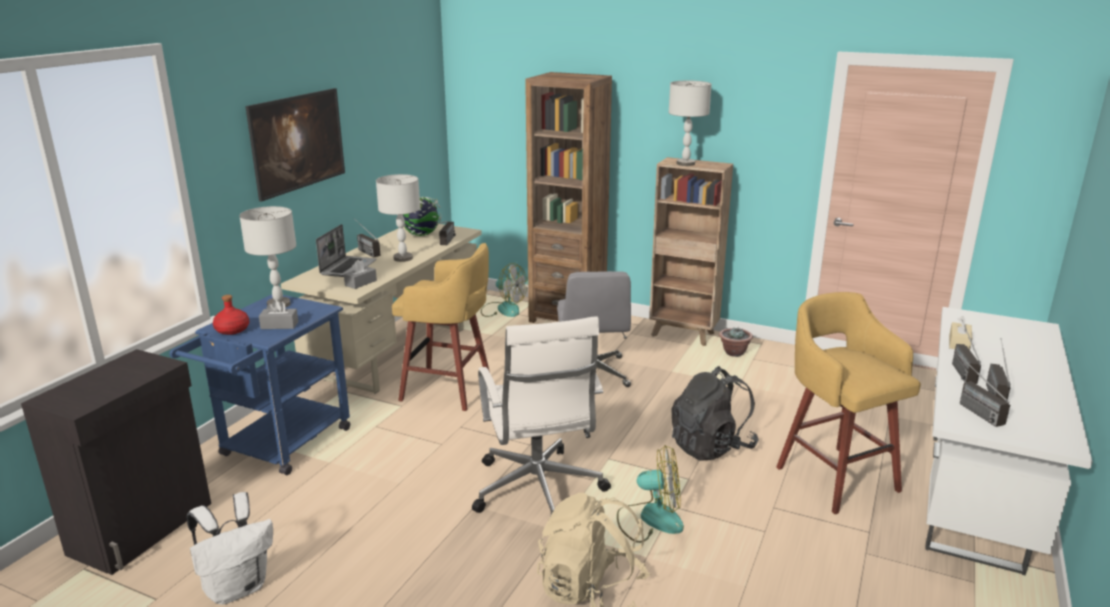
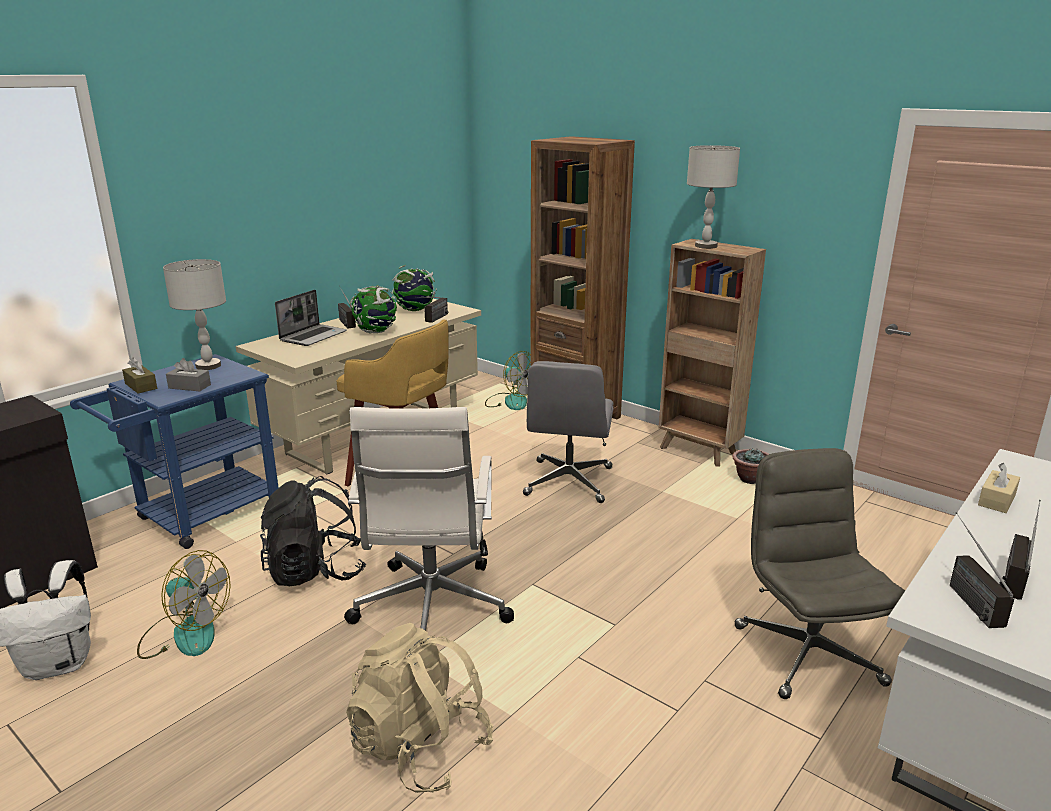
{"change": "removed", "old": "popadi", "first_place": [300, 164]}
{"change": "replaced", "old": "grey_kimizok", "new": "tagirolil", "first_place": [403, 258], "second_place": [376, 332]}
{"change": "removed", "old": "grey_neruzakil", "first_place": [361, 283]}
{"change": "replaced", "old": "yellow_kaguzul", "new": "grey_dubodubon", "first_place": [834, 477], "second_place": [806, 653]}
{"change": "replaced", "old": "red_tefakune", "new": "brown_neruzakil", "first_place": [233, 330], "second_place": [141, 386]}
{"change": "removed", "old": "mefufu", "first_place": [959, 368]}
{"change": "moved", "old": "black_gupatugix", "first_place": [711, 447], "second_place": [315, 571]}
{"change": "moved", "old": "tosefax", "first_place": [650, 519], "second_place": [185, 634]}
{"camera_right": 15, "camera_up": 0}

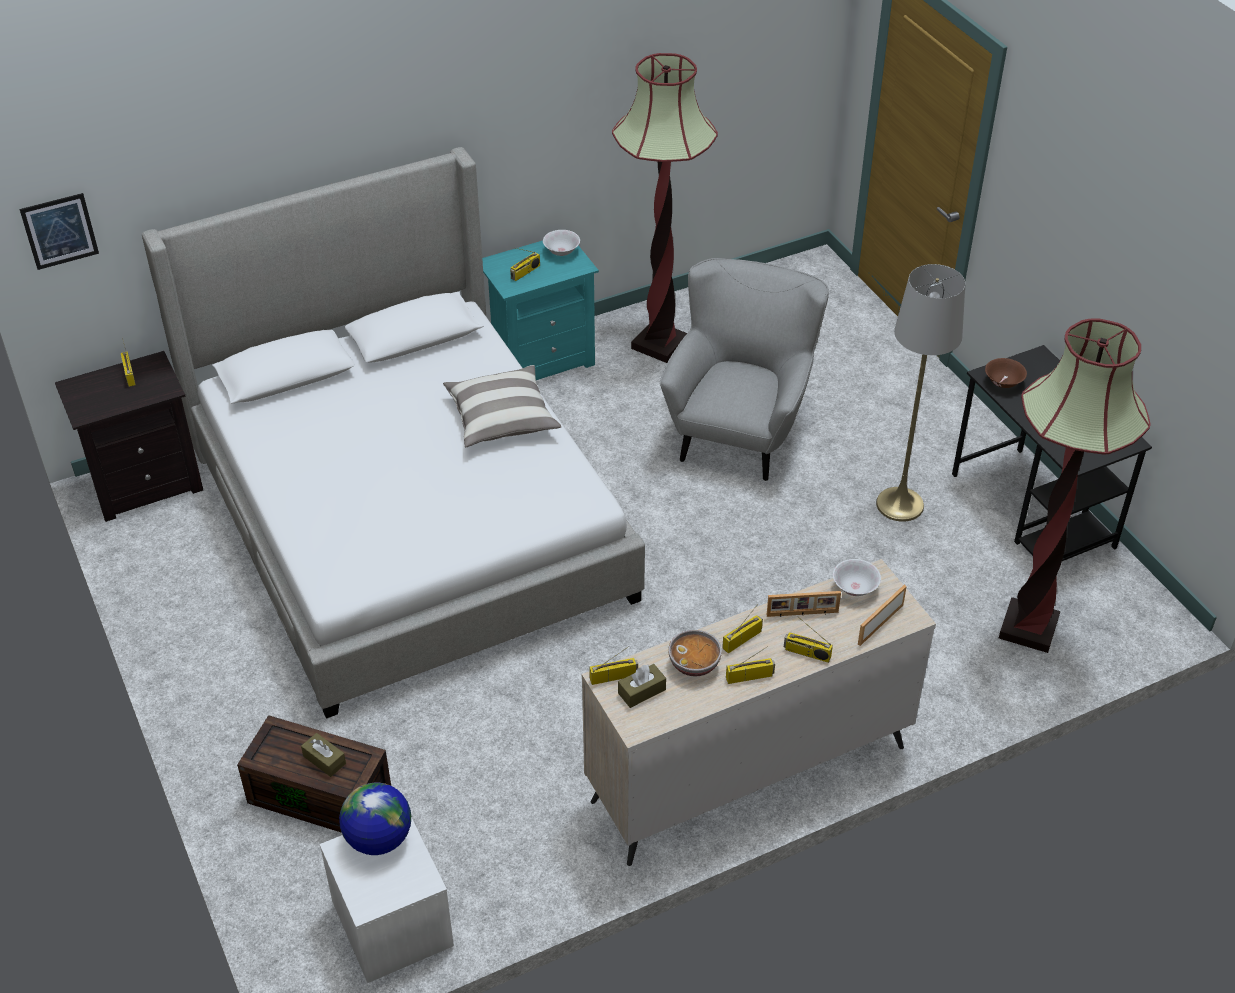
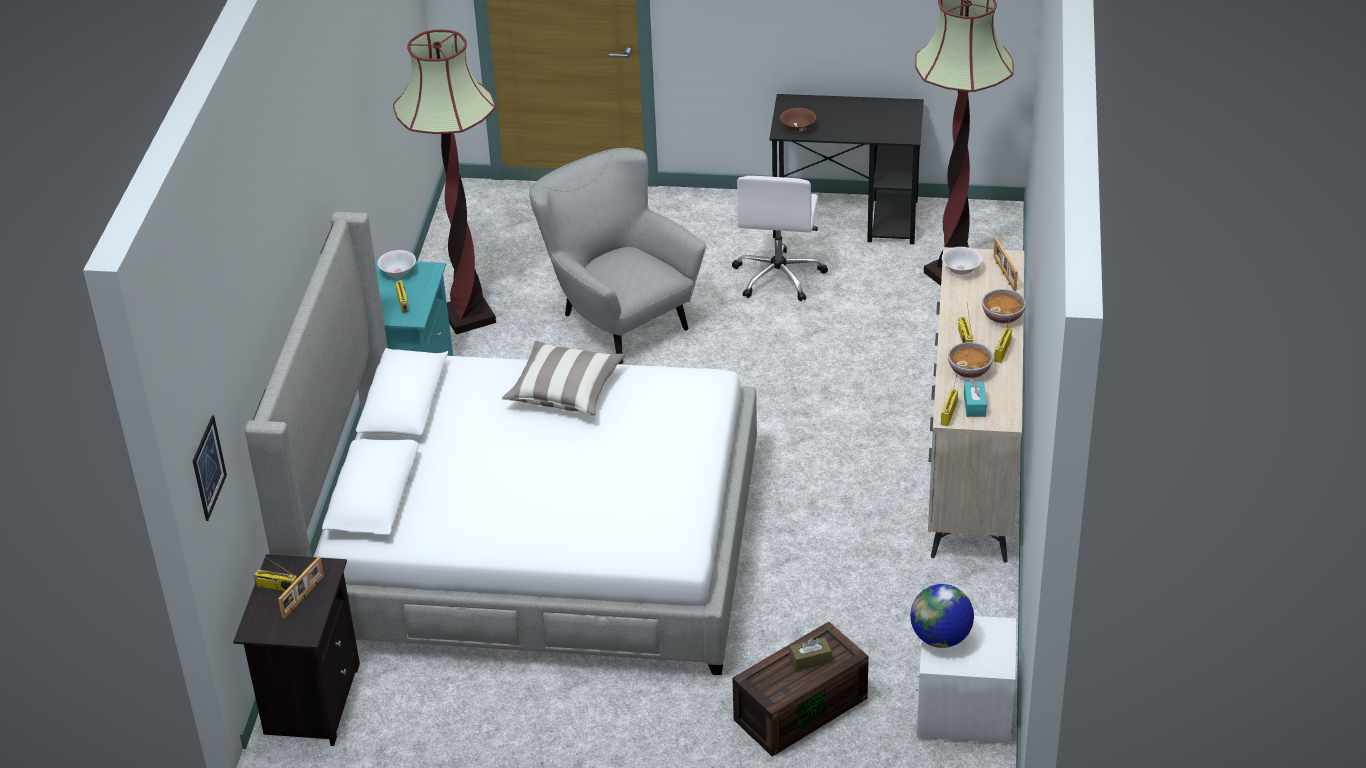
{"change": "replaced", "old": "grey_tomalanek", "new": "white_dubodubon", "first_place": [899, 504], "second_place": [779, 276]}
{"change": "moved", "old": "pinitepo", "first_place": [802, 614], "second_place": [304, 597]}
{"change": "replaced", "old": "mefufu", "new": "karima", "first_place": [806, 653], "second_place": [1003, 316]}
{"change": "recoloured", "old": "brown_neruzakil", "new": "turquoise_neruzakil", "first_place": [641, 691], "second_place": [974, 405]}
{"camera_right": -55, "camera_up": -5}

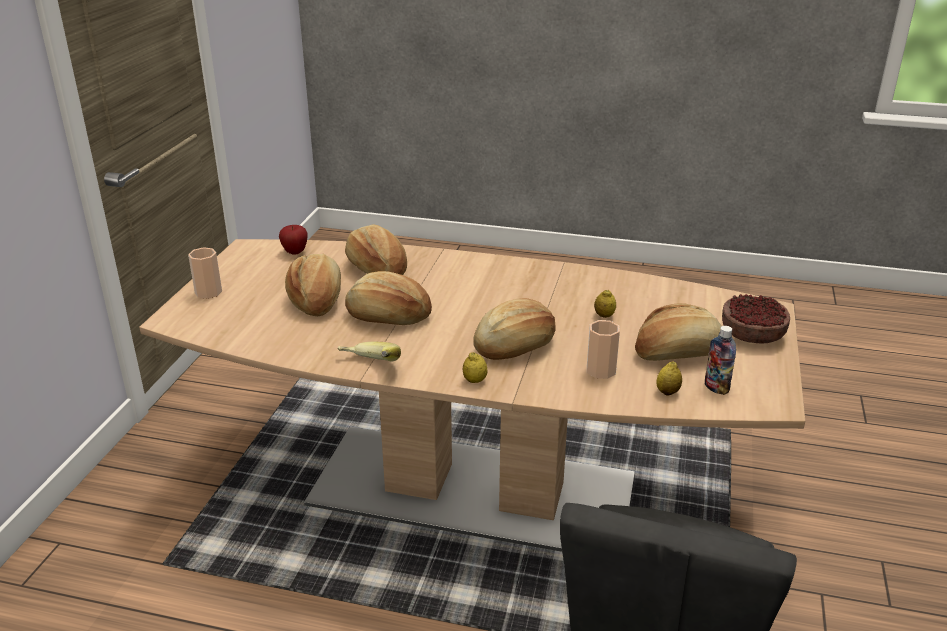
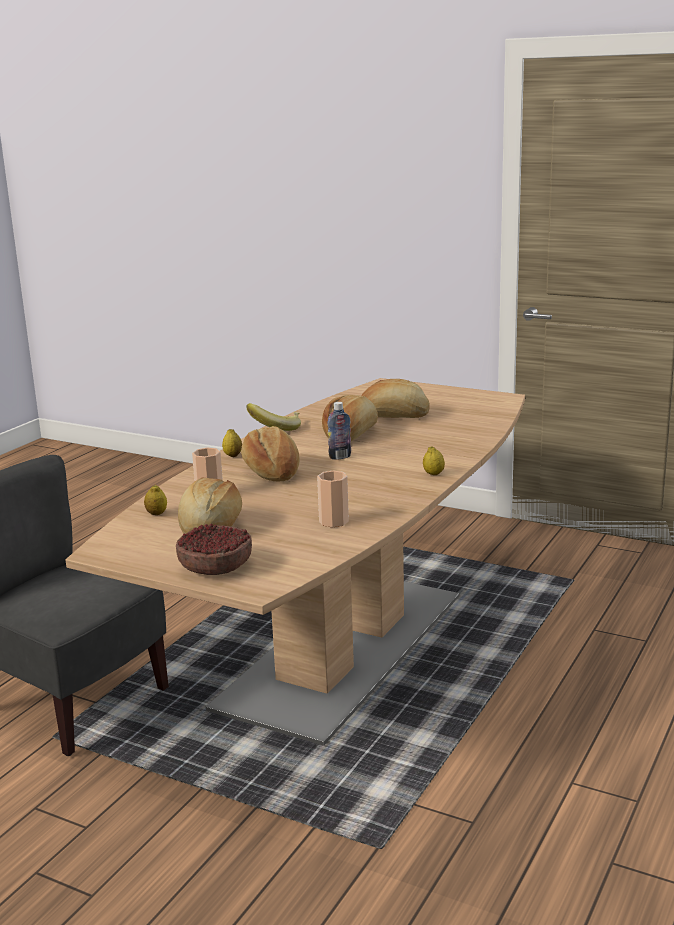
{"change": "removed", "old": "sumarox", "first_place": [376, 268]}
{"change": "removed", "old": "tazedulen", "first_place": [295, 252]}
{"change": "moved", "old": "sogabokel", "first_place": [208, 292], "second_place": [333, 521]}
{"change": "moved", "old": "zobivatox", "first_place": [604, 316], "second_place": [433, 474]}
{"change": "moved", "old": "tefakune", "first_place": [716, 388], "second_place": [340, 457]}
{"camera_right": 105, "camera_up": -10}

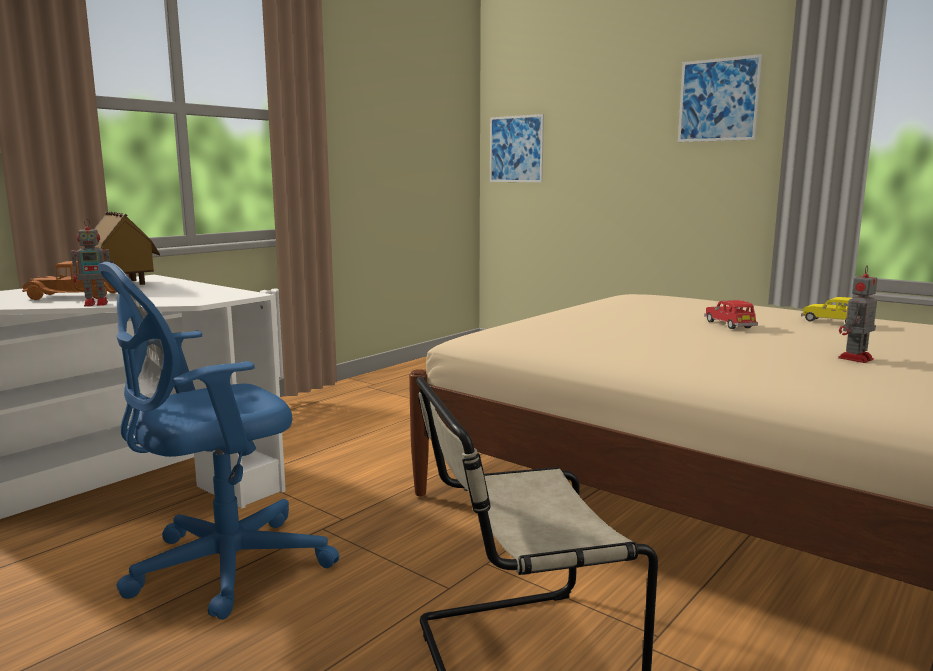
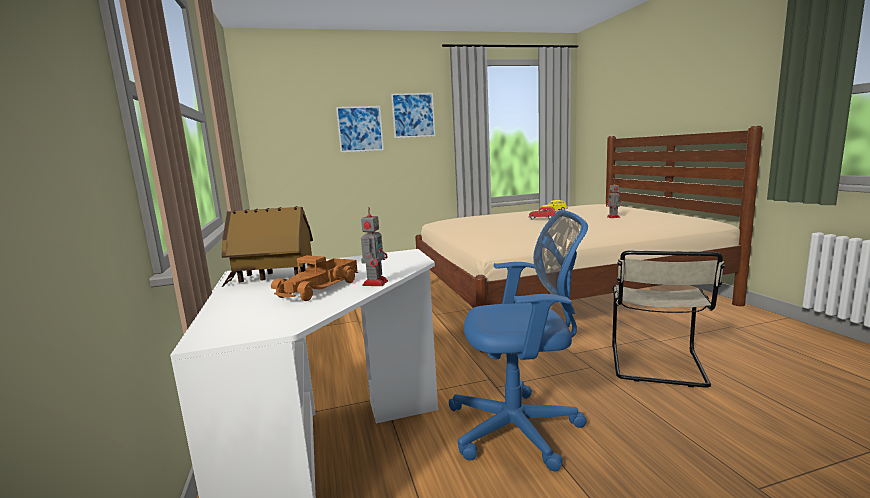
{"change": "moved", "old": "popadi", "first_place": [516, 149], "second_place": [360, 129]}
{"change": "turned", "old": "blue_dubodubon", "first_place": [220, 567], "second_place": [520, 428], "degrees": -90}
{"camera_right": -55, "camera_up": 0}

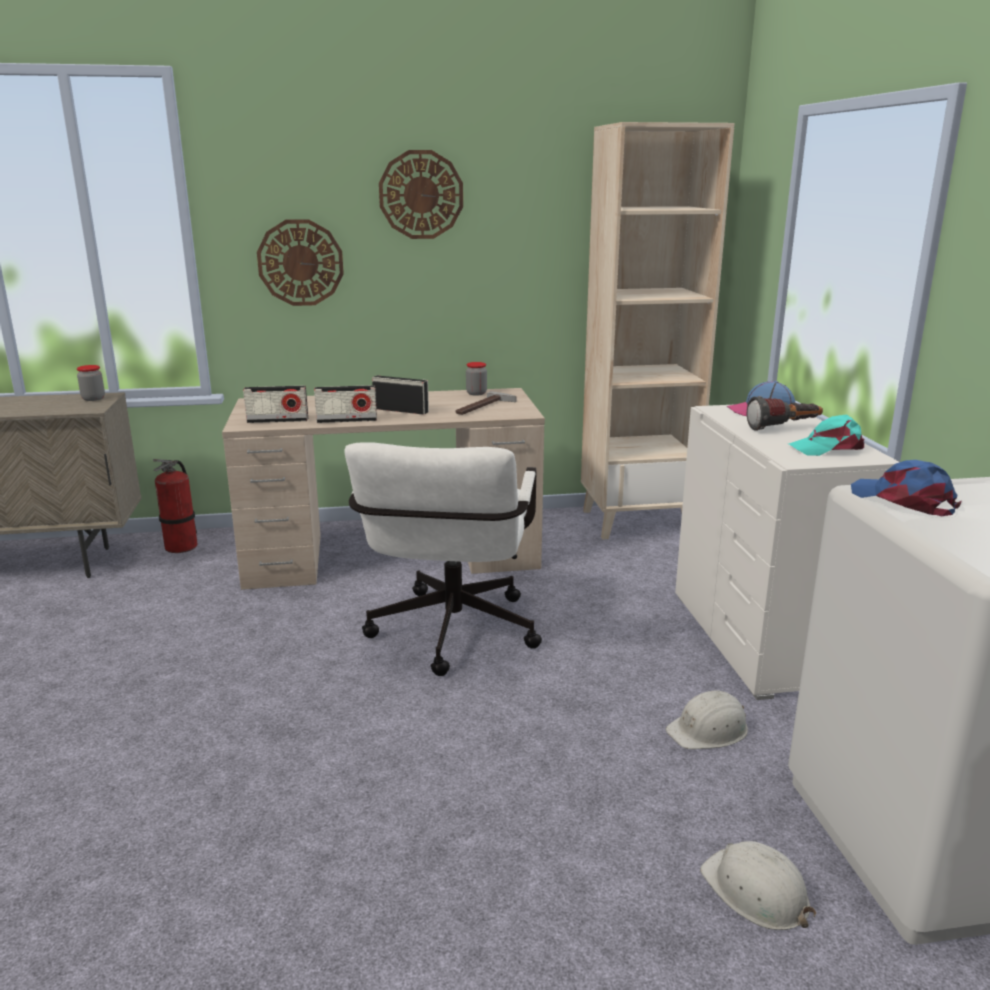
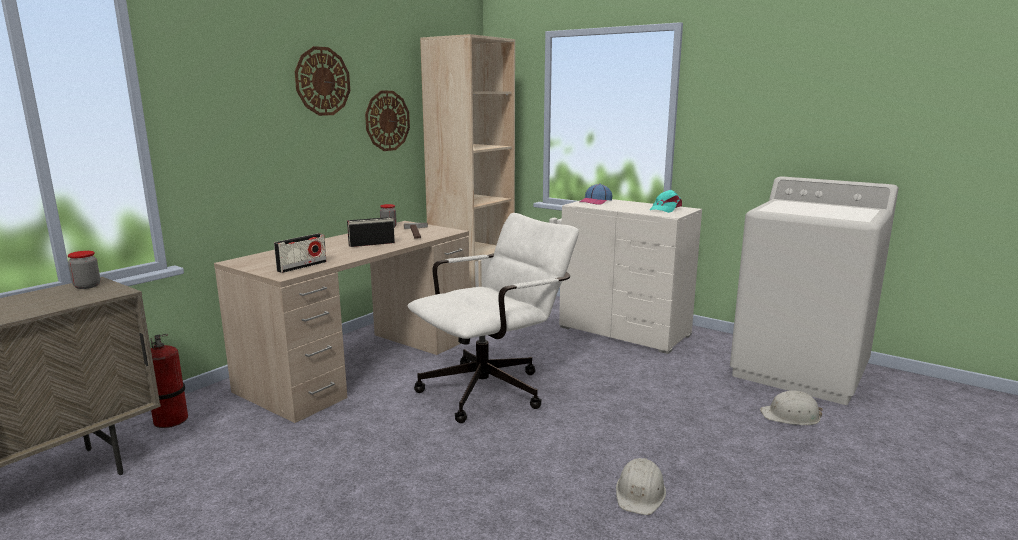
{"change": "moved", "old": "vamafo", "first_place": [300, 263], "second_place": [387, 120]}
{"change": "removed", "old": "mefufu", "first_place": [347, 420]}
{"change": "removed", "old": "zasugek", "first_place": [784, 428]}
{"change": "turned", "old": "white_dubodubon", "first_place": [450, 638], "second_place": [493, 388], "degrees": -90}
{"change": "removed", "old": "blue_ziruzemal", "first_place": [904, 501]}
{"change": "moved", "old": "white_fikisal", "first_place": [709, 730], "second_place": [640, 493]}
{"camera_right": -45, "camera_up": -5}

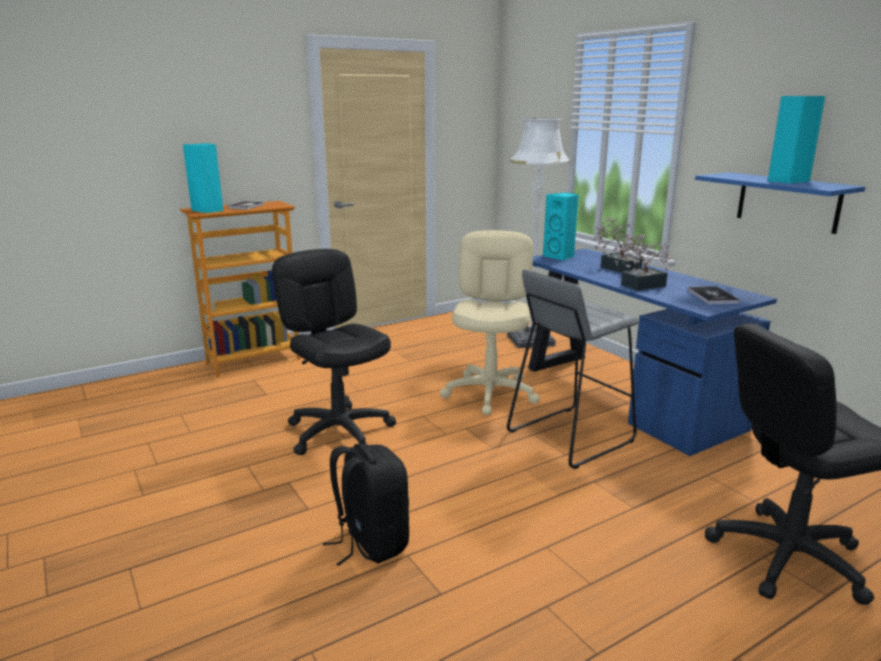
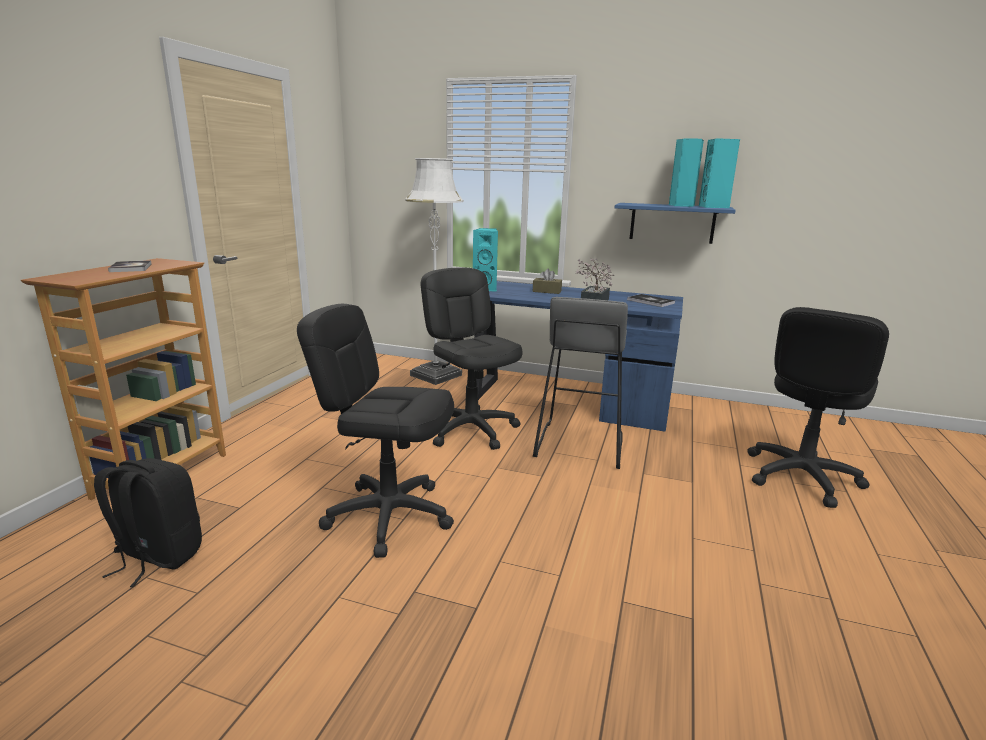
{"change": "moved", "old": "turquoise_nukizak", "first_place": [208, 210], "second_place": [714, 207]}
{"change": "replaced", "old": "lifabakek", "new": "brown_neruzakil", "first_place": [617, 268], "second_place": [547, 291]}
{"change": "recoloured", "old": "beige_dubodubon", "new": "black_dubodubon", "first_place": [490, 393], "second_place": [471, 429]}
{"change": "moved", "old": "black_gupatugix", "first_place": [370, 542], "second_place": [157, 557]}
{"camera_right": -40, "camera_up": 0}

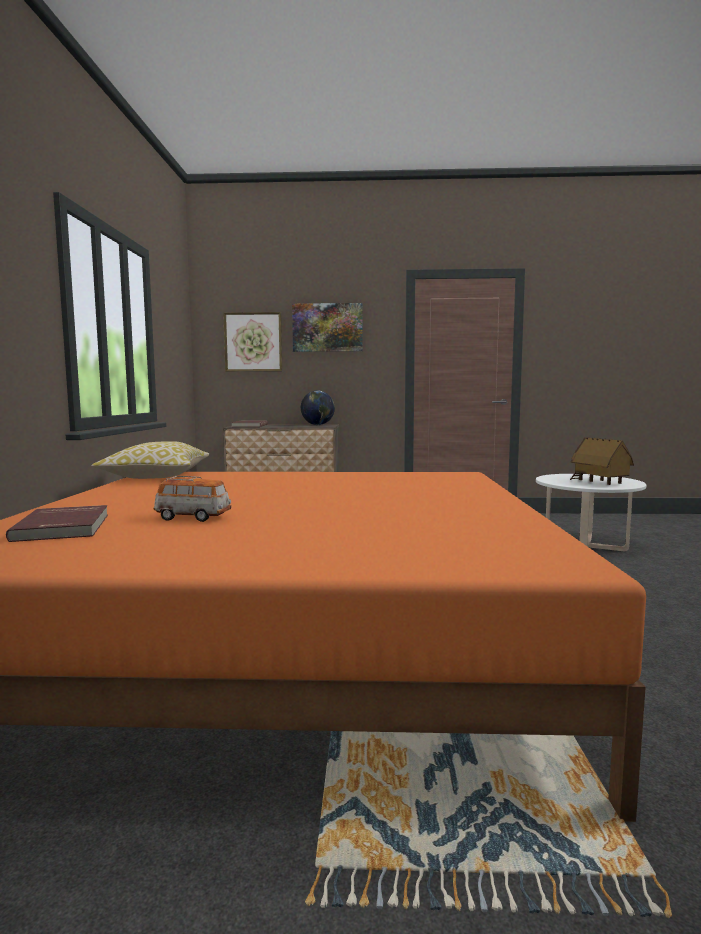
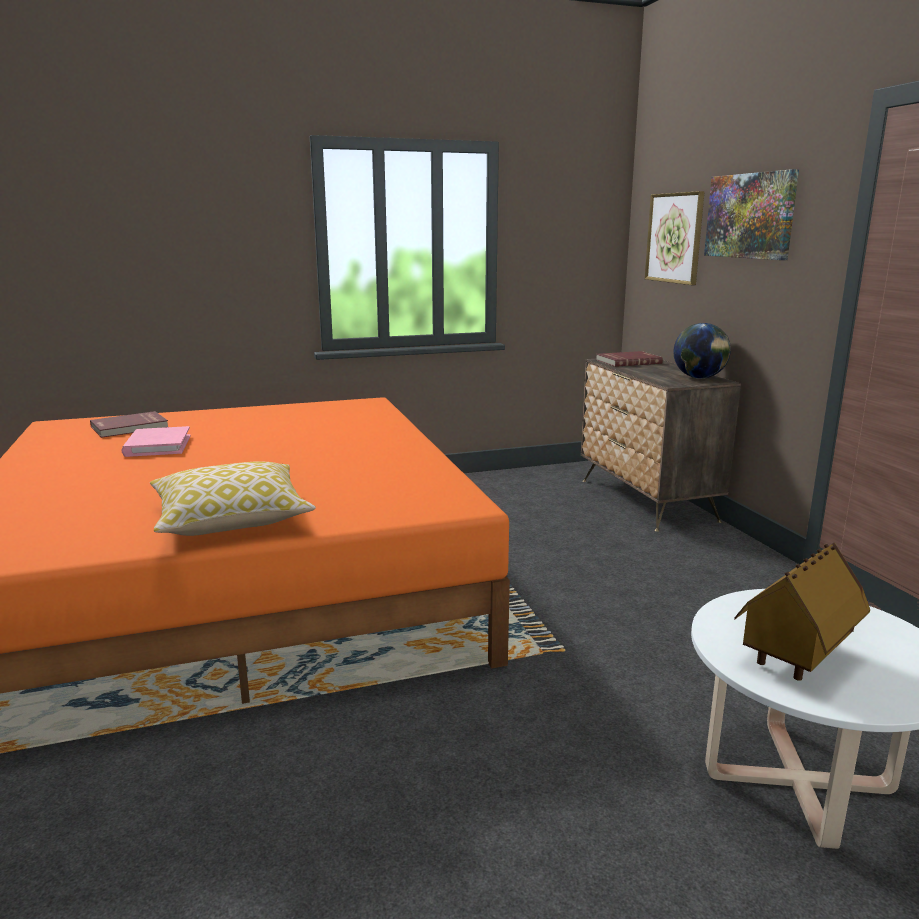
{"change": "moved", "old": "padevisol", "first_place": [156, 476], "second_place": [232, 519]}
{"change": "replaced", "old": "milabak", "new": "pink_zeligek", "first_place": [193, 517], "second_place": [157, 446]}
{"camera_right": 70, "camera_up": 10}

